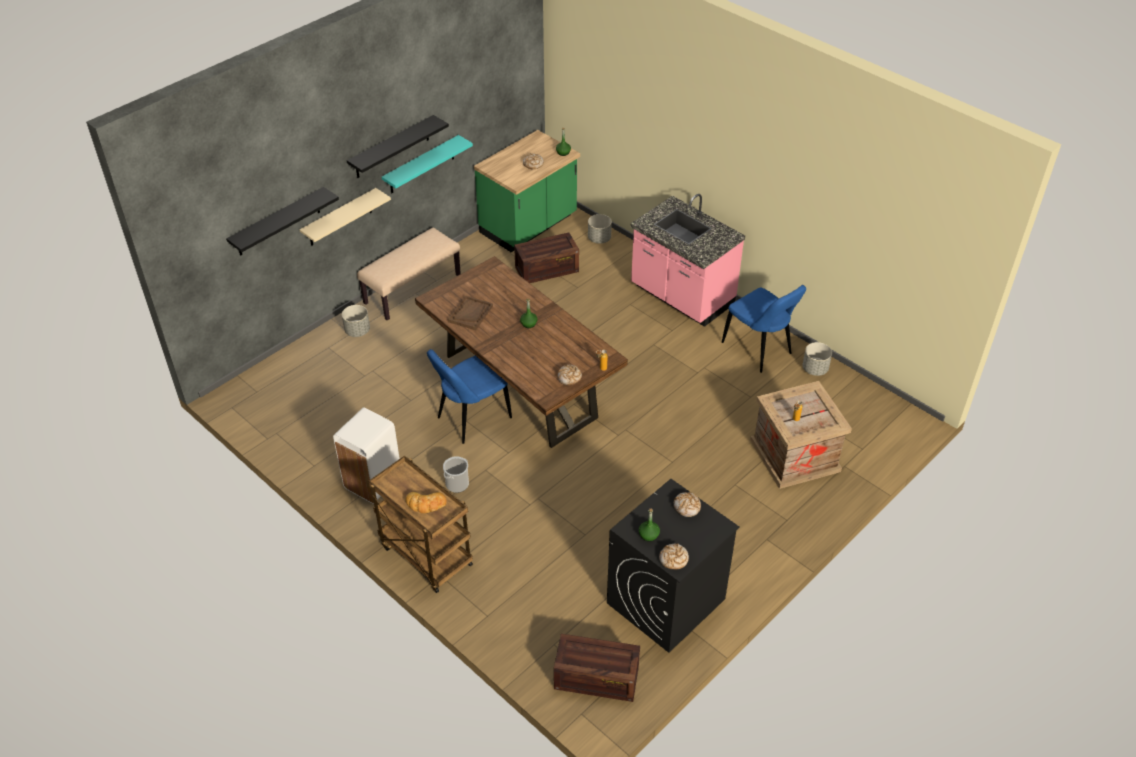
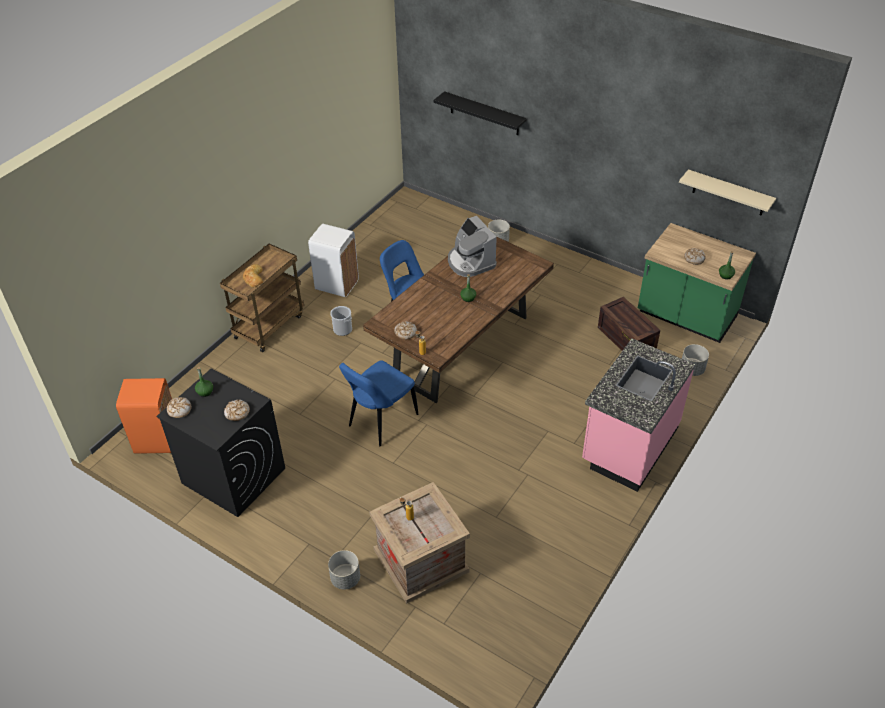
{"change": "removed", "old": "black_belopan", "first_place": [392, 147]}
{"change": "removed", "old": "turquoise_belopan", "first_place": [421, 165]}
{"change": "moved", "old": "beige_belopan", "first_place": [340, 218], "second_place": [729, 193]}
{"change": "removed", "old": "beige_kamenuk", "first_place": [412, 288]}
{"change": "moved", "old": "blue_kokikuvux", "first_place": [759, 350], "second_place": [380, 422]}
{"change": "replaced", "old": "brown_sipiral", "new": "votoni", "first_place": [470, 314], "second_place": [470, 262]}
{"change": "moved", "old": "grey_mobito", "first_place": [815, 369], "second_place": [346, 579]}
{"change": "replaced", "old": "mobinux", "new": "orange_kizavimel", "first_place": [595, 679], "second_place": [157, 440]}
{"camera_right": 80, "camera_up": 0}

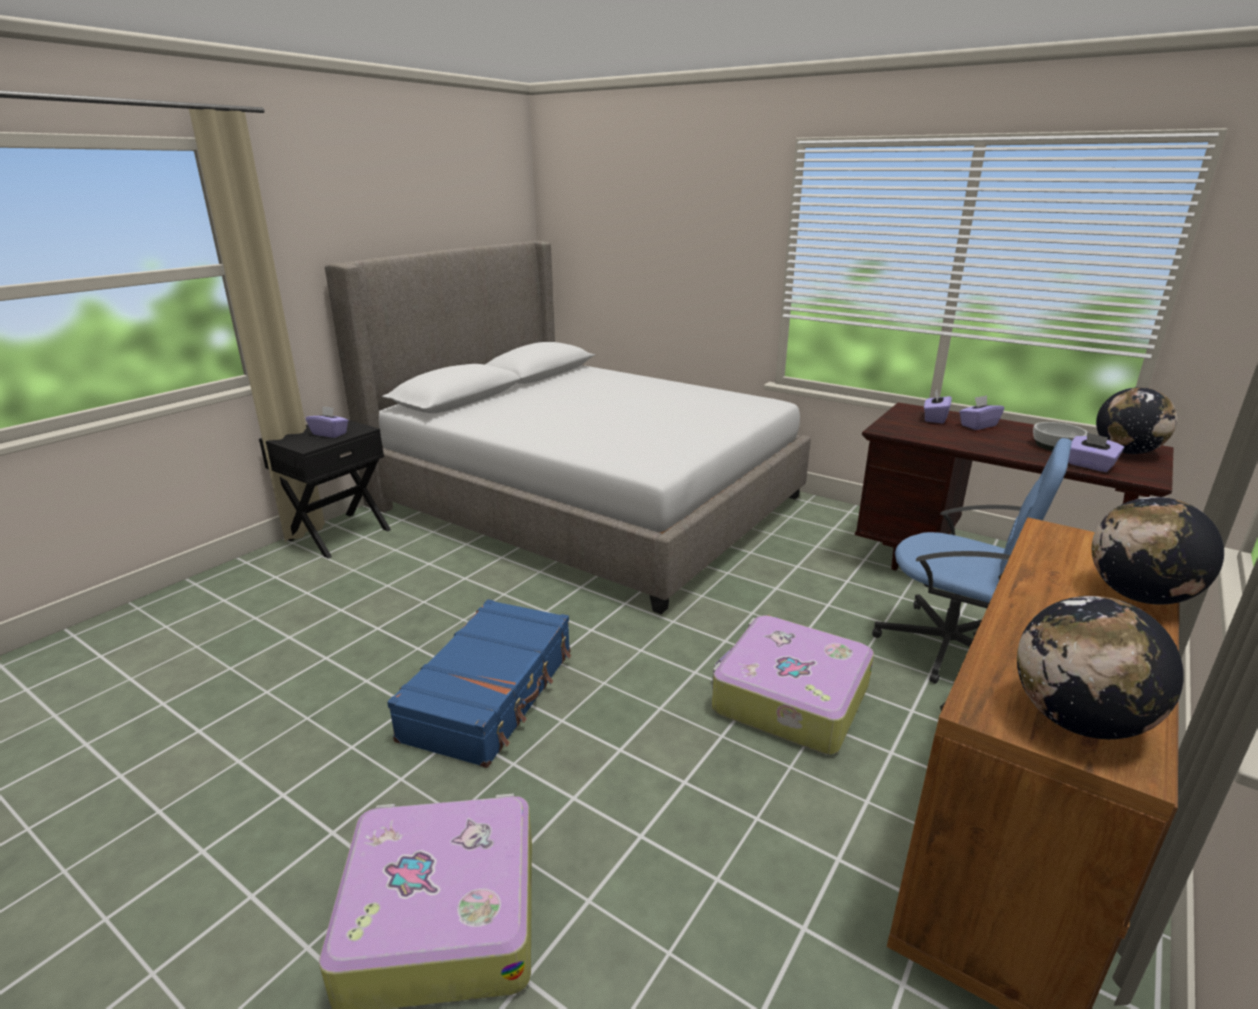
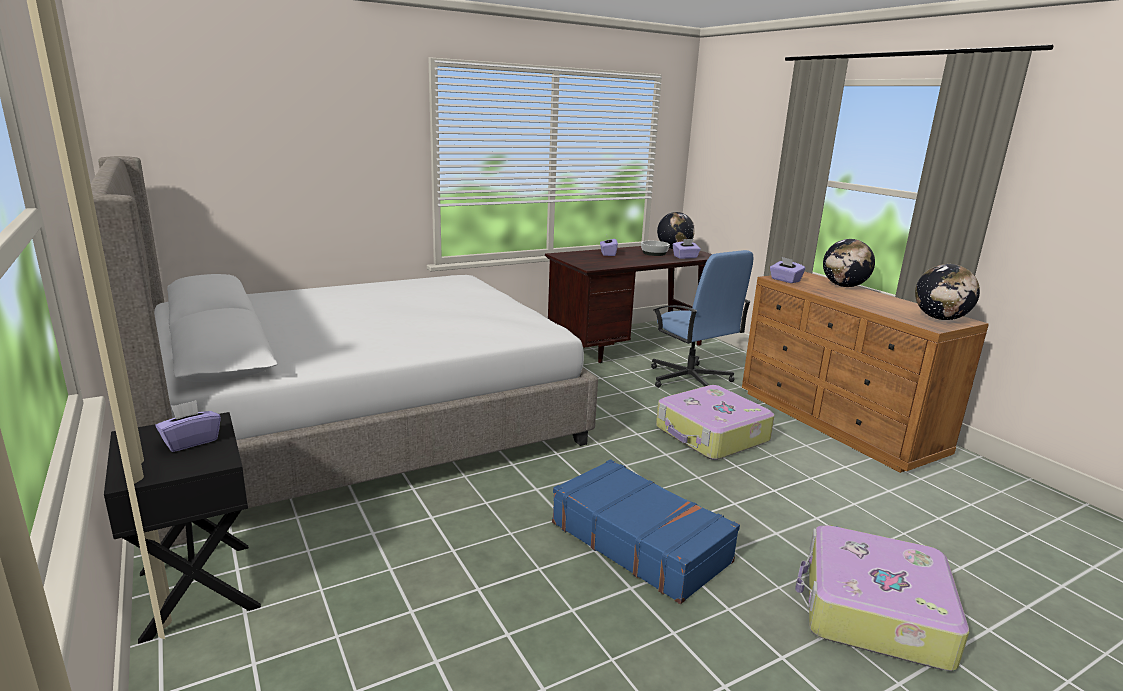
{"change": "moved", "old": "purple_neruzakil", "first_place": [934, 418], "second_place": [785, 280]}
{"change": "turned", "old": "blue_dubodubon", "first_place": [949, 646], "second_place": [690, 380], "degrees": 90}
{"camera_right": -65, "camera_up": -5}

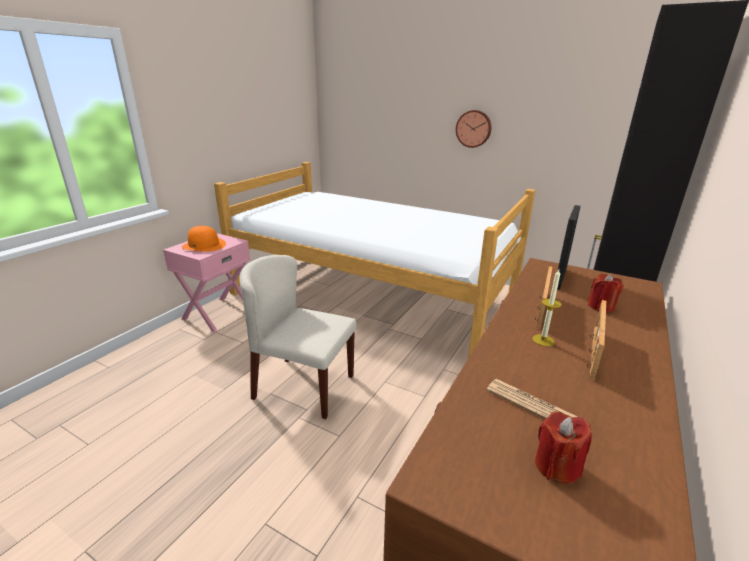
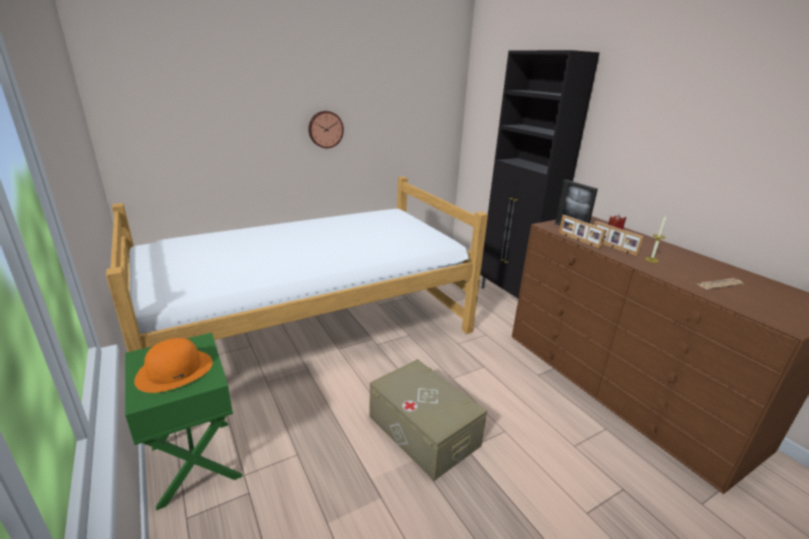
{"change": "recoloured", "old": "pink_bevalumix", "new": "green_bevalumix", "first_place": [217, 313], "second_place": [194, 462]}
{"change": "replaced", "old": "beige_kokikuvux", "new": "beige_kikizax", "first_place": [303, 386], "second_place": [423, 430]}
{"change": "moved", "old": "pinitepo", "first_place": [592, 352], "second_place": [578, 240]}
{"change": "removed", "old": "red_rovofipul", "first_place": [557, 466]}
{"camera_right": -60, "camera_up": 0}

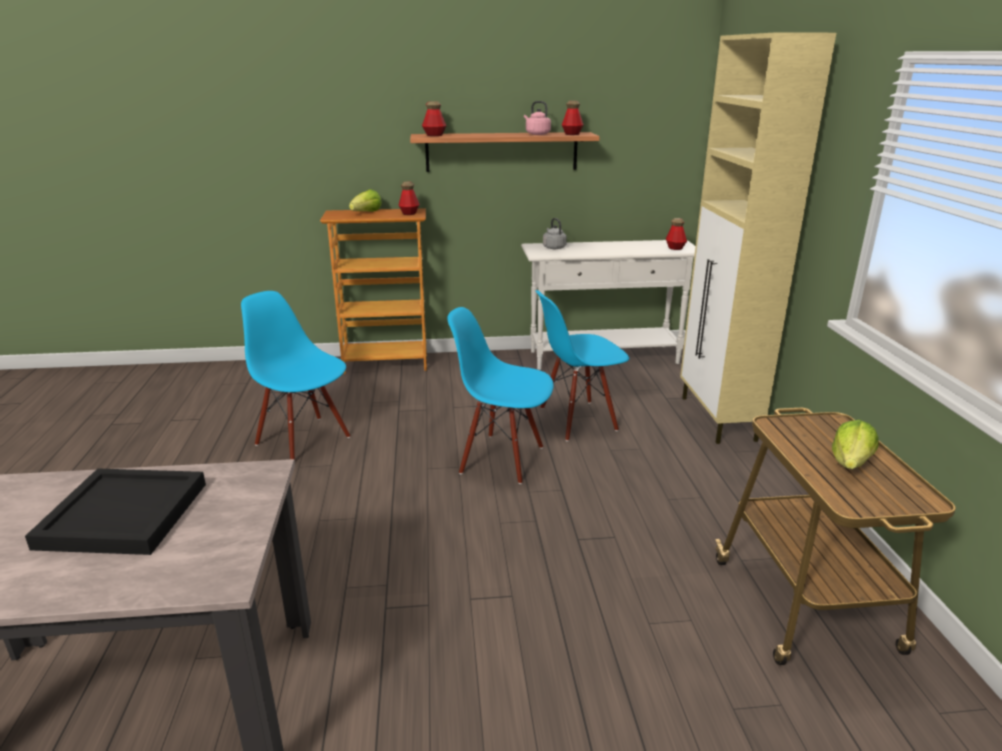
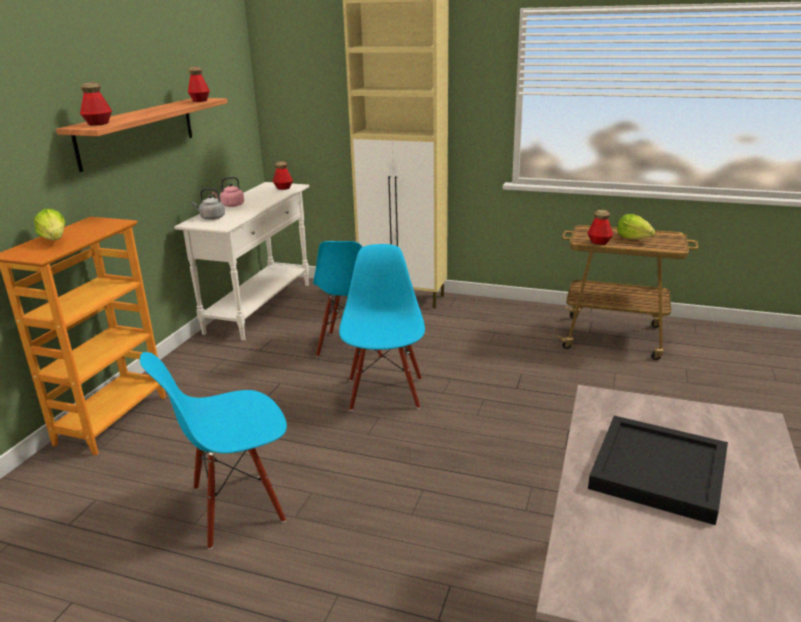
{"change": "moved", "old": "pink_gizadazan", "first_place": [536, 134], "second_place": [231, 205]}
{"change": "moved", "old": "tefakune", "first_place": [409, 213], "second_place": [599, 242]}
{"change": "turned", "old": "blue_kokikuvux", "first_place": [502, 459], "second_place": [385, 393], "degrees": 135}
{"camera_right": -65, "camera_up": 0}

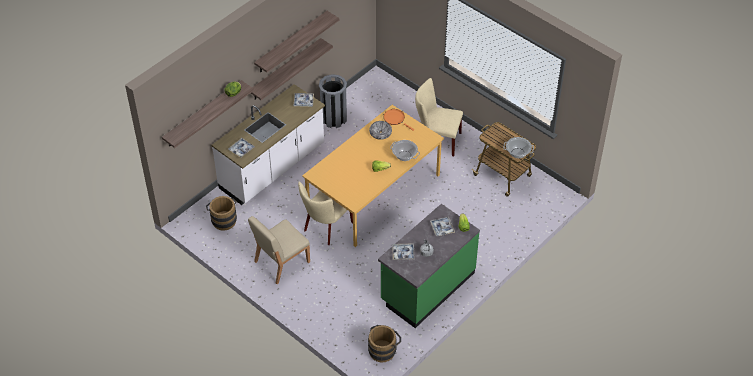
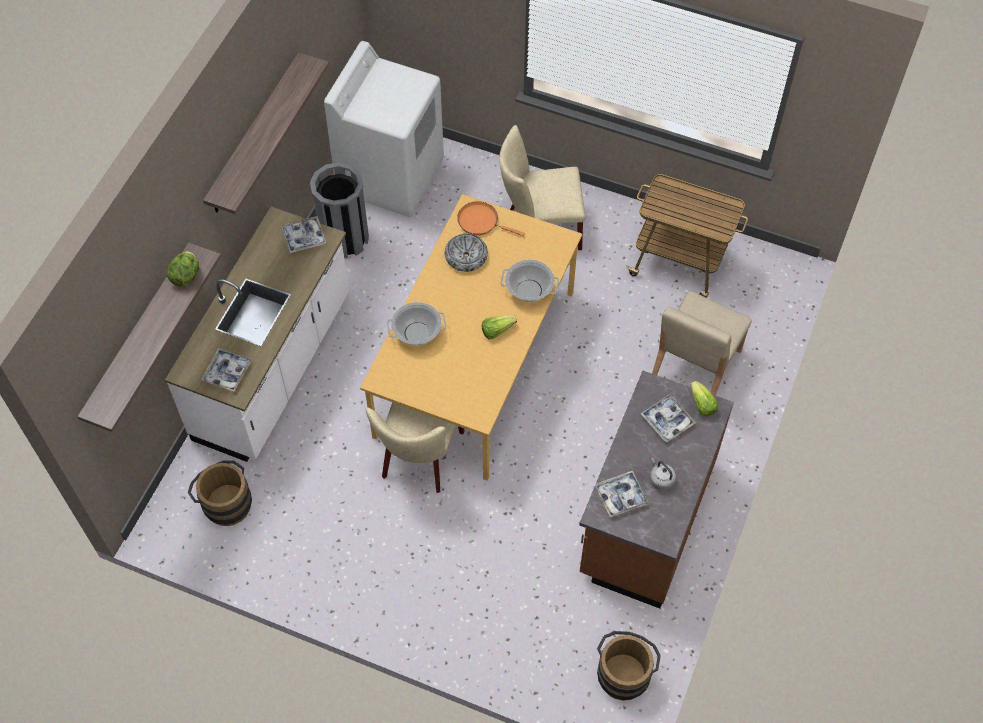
{"change": "removed", "old": "belopan", "first_place": [285, 69]}
{"change": "moved", "old": "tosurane", "first_place": [517, 153], "second_place": [417, 333]}
{"change": "recoloured", "old": "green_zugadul", "new": "brown_zugadul", "first_place": [427, 287], "second_place": [645, 518]}
{"change": "moved", "old": "beige_kokikuvux", "first_place": [281, 262], "second_place": [695, 365]}
{"change": "added", "new": "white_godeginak", "second_place": [391, 176]}
{"camera_right": -20, "camera_up": 10}

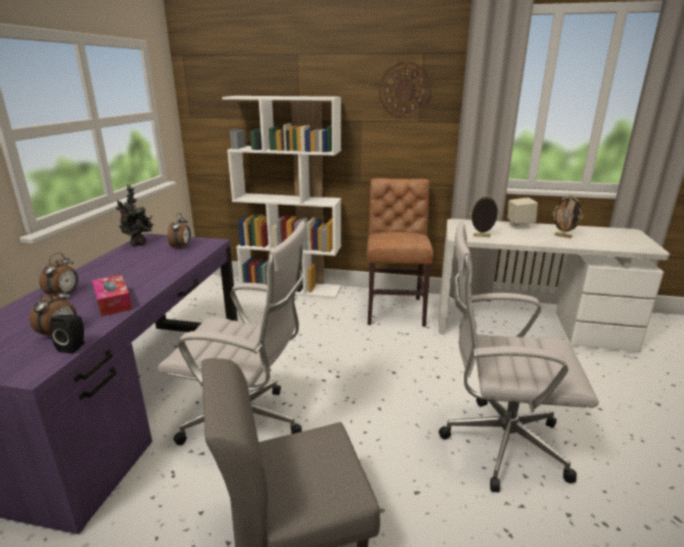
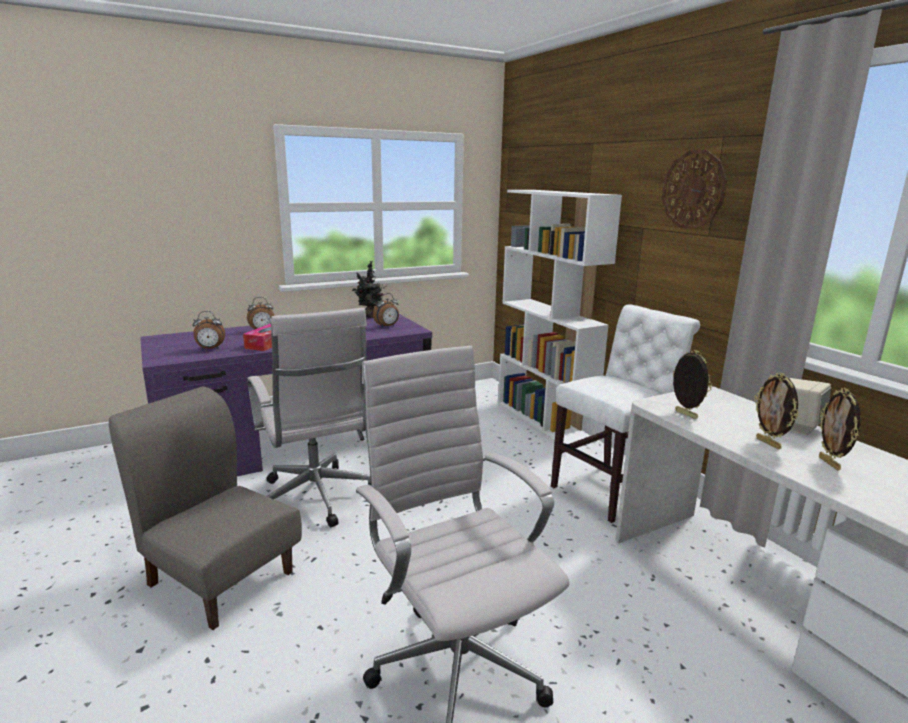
{"change": "recoloured", "old": "brown_kokikuvux", "new": "white_kokikuvux", "first_place": [395, 309], "second_place": [613, 489]}
{"change": "removed", "old": "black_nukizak", "first_place": [74, 346]}
{"change": "added", "new": "pinitepo", "second_place": [769, 443]}
{"camera_right": 50, "camera_up": -5}

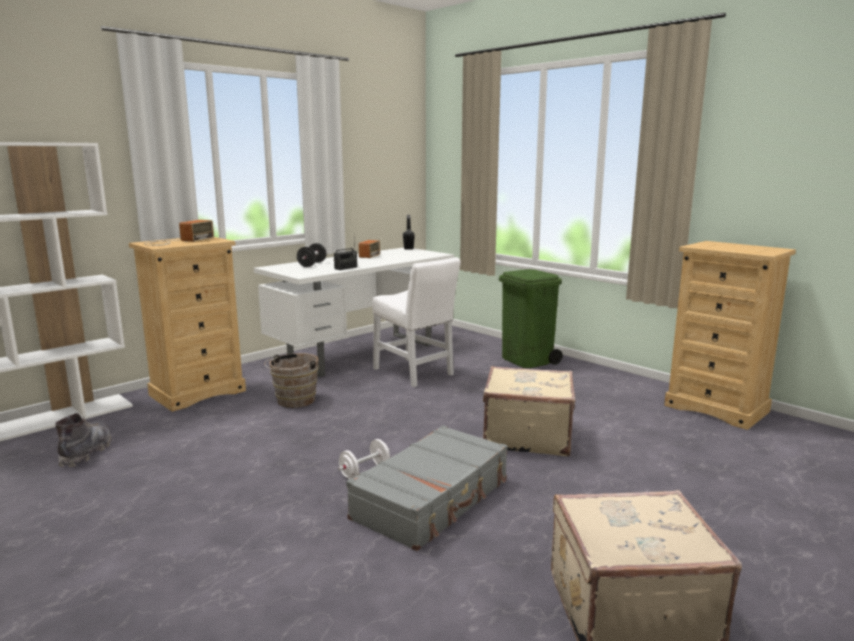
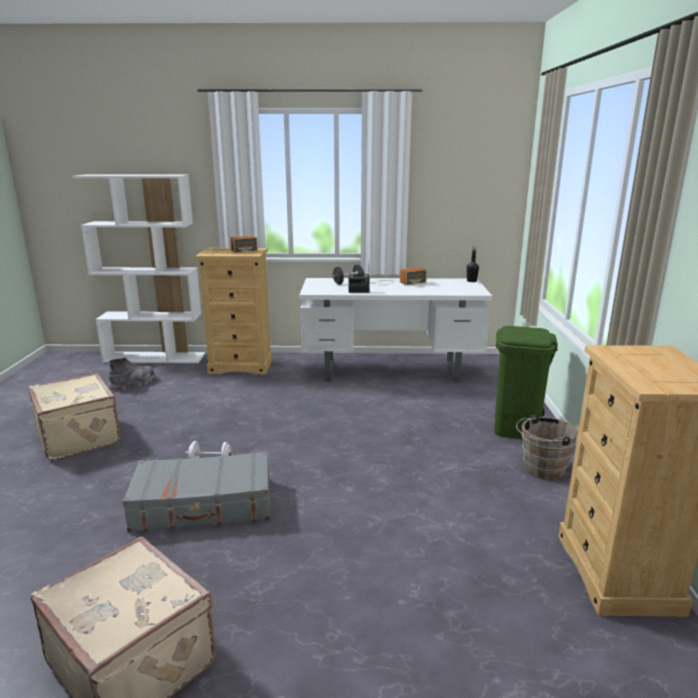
{"change": "removed", "old": "white_kokikuvux", "first_place": [415, 373]}
{"change": "moved", "old": "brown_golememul", "first_place": [293, 401], "second_place": [540, 469]}
{"change": "moved", "old": "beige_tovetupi", "first_place": [526, 436], "second_place": [80, 437]}
{"camera_right": 45, "camera_up": 5}

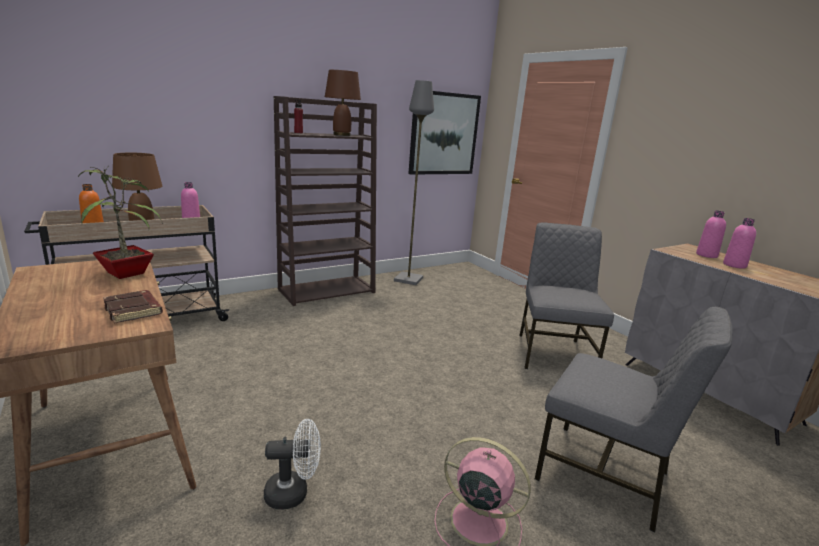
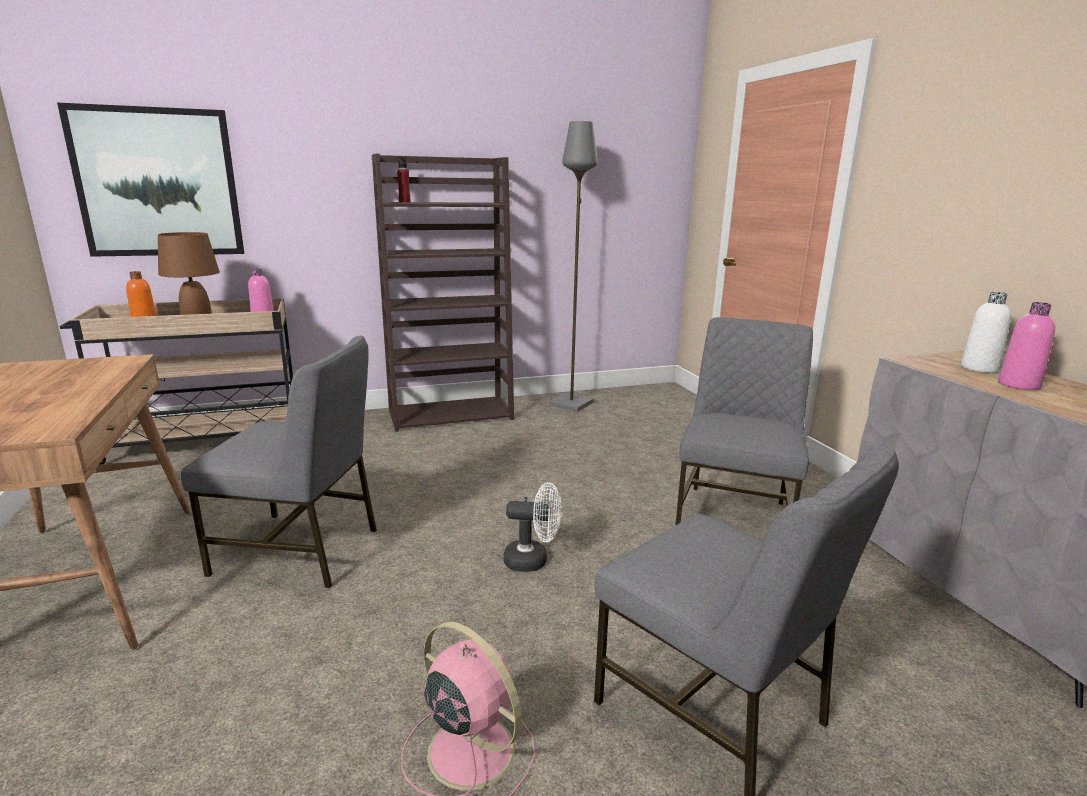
{"change": "removed", "old": "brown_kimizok", "first_place": [341, 135]}
{"change": "moved", "old": "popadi", "first_place": [444, 134], "second_place": [158, 183]}
{"change": "removed", "old": "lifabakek", "first_place": [128, 273]}
{"change": "recoloured", "old": "pink_tefakune", "new": "white_tefakune", "first_place": [706, 255], "second_place": [979, 368]}
{"change": "removed", "old": "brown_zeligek", "first_place": [134, 310]}
{"change": "moved", "old": "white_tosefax", "first_place": [293, 493], "second_place": [533, 560]}
{"change": "added", "new": "grey_kokikuvux", "second_place": [300, 550]}
{"camera_right": 15, "camera_up": 0}

